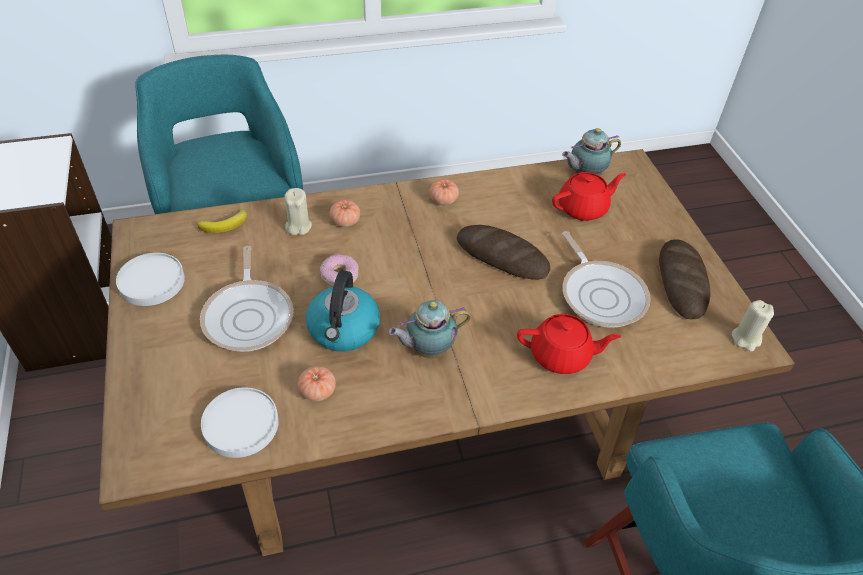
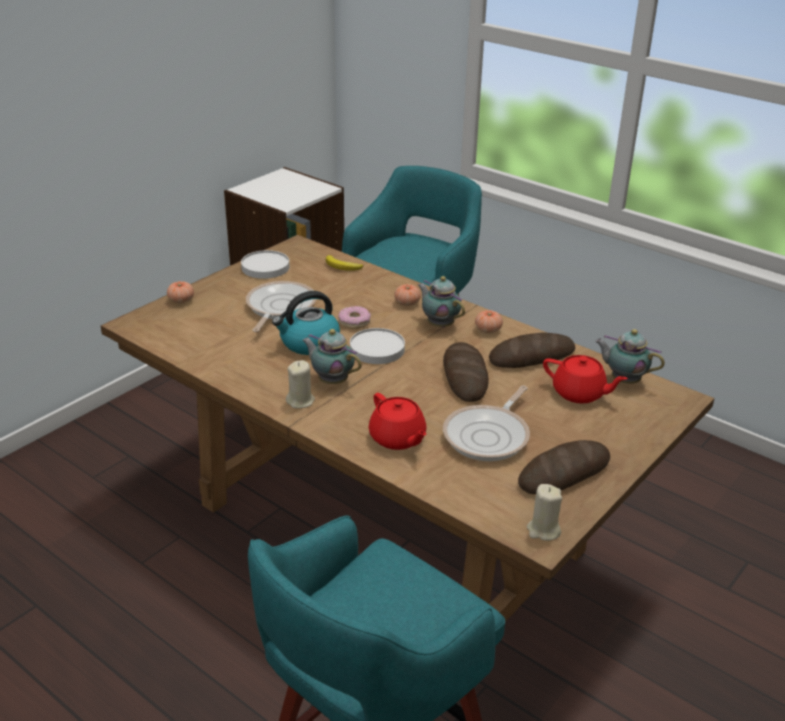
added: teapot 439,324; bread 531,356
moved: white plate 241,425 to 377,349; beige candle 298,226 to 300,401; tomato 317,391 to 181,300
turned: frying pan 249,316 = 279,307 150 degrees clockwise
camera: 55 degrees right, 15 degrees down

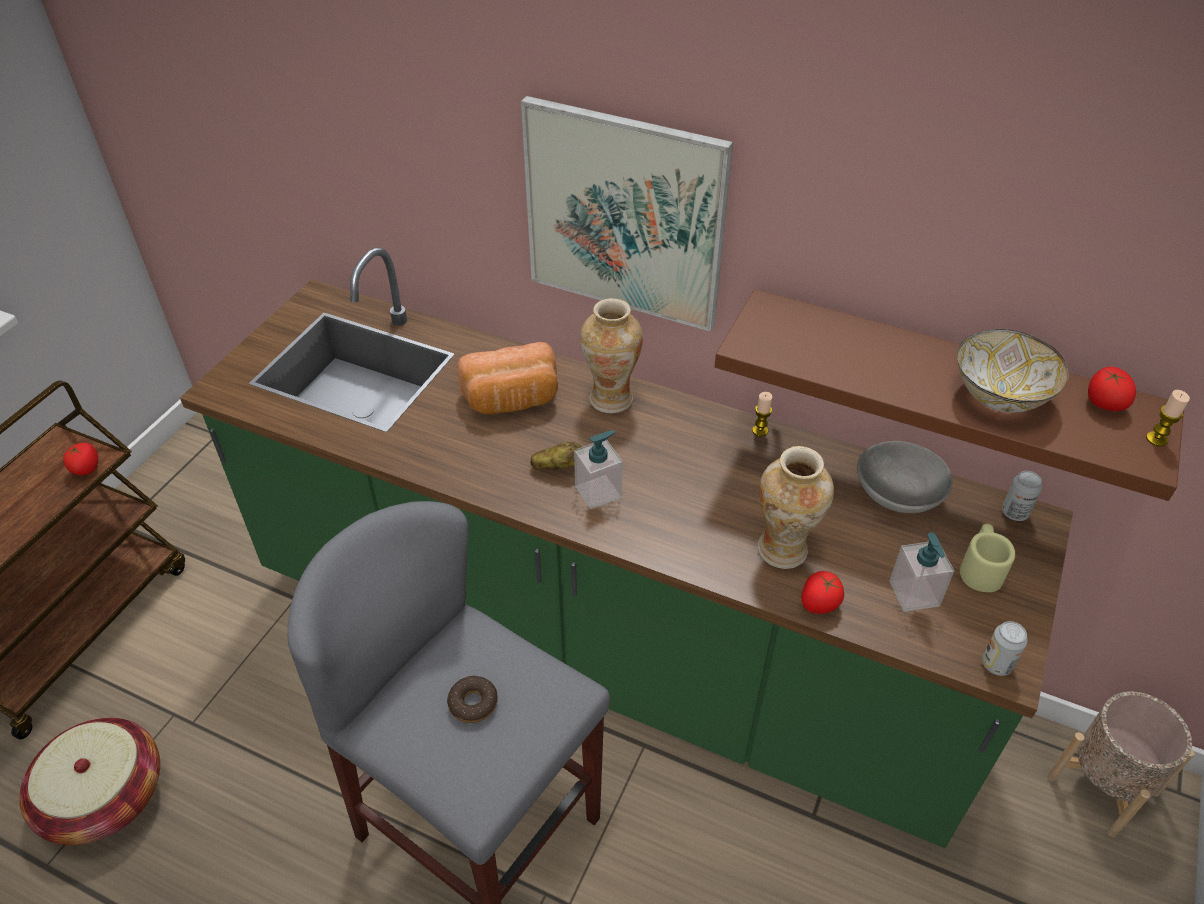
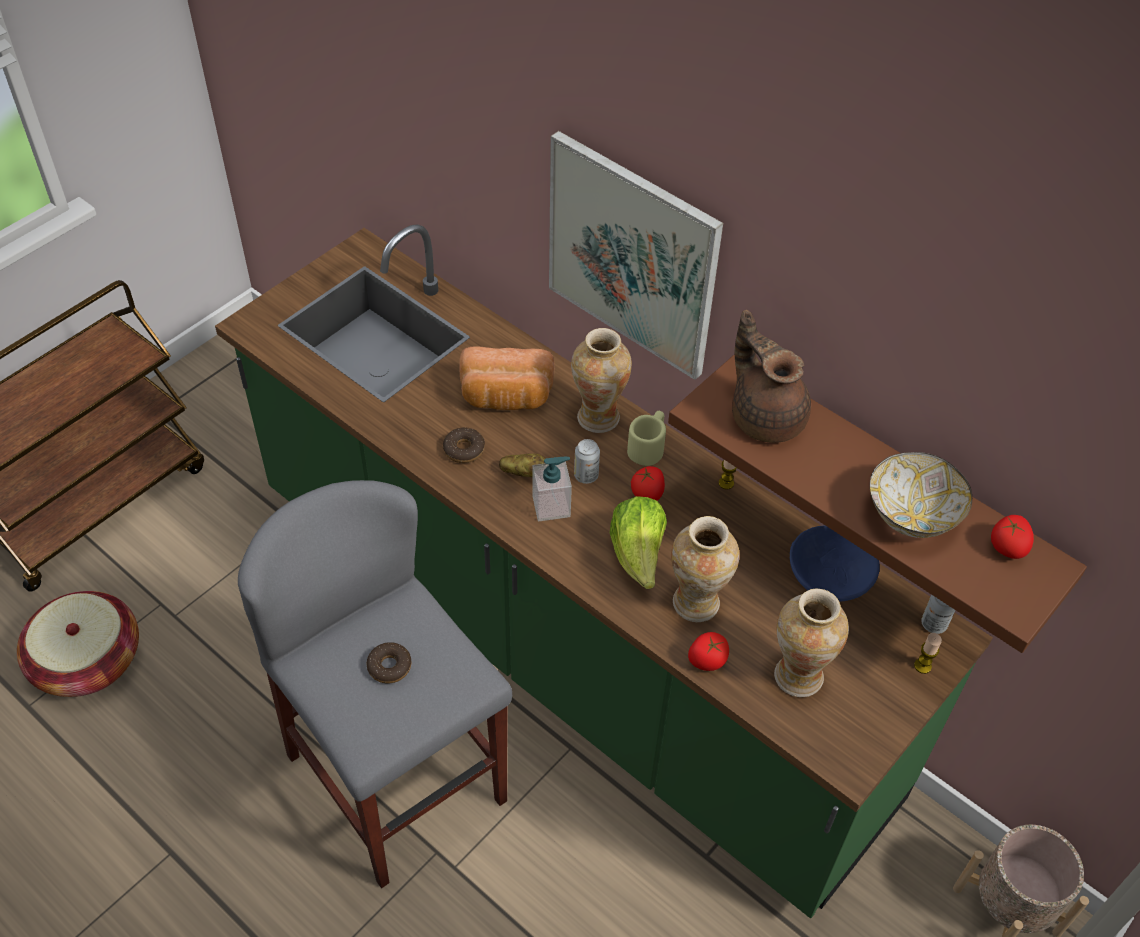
added: donut 464,449; lettuce 638,555; brown teapot 766,416
moved: tomato 86,468 to 647,494; beige mug 980,568 to 648,447; can 996,664 to 586,476; candle 1156,439 to 922,666
replaced: soap dispenser 914,594 to vase 798,675
recoloured: grey bowl 898,494 to blue bowl 829,578
camera: 15 degrees right, 5 degrees up

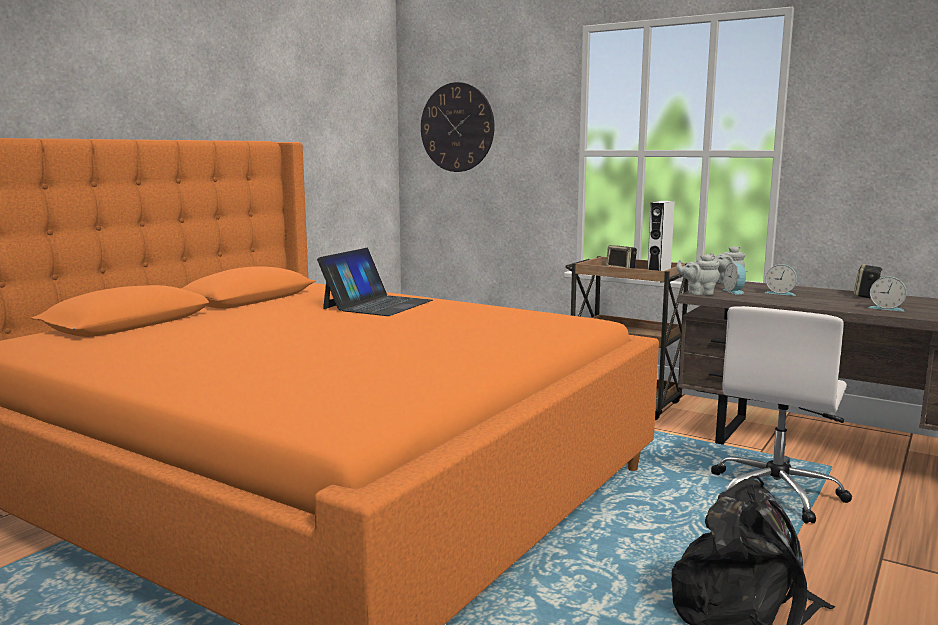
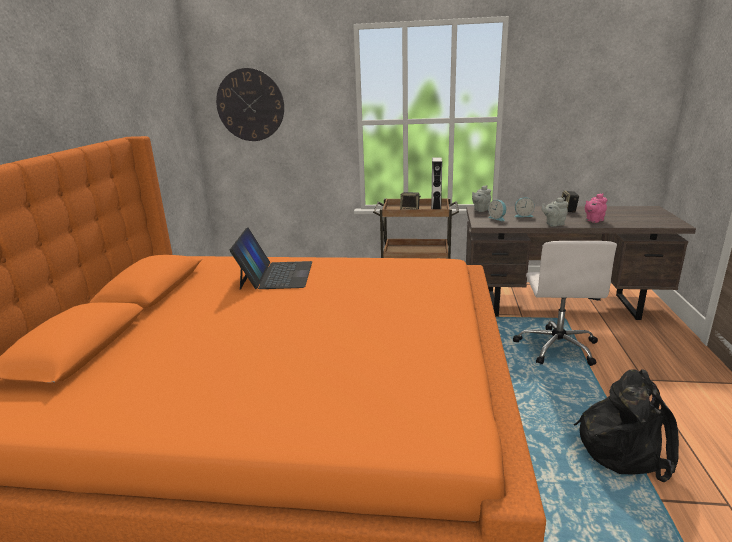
moved: grey teapot 698,293 to 553,224
replaced: alarm clock 886,308 to pink teapot 593,220
camera: 25 degrees left, 10 degrees up

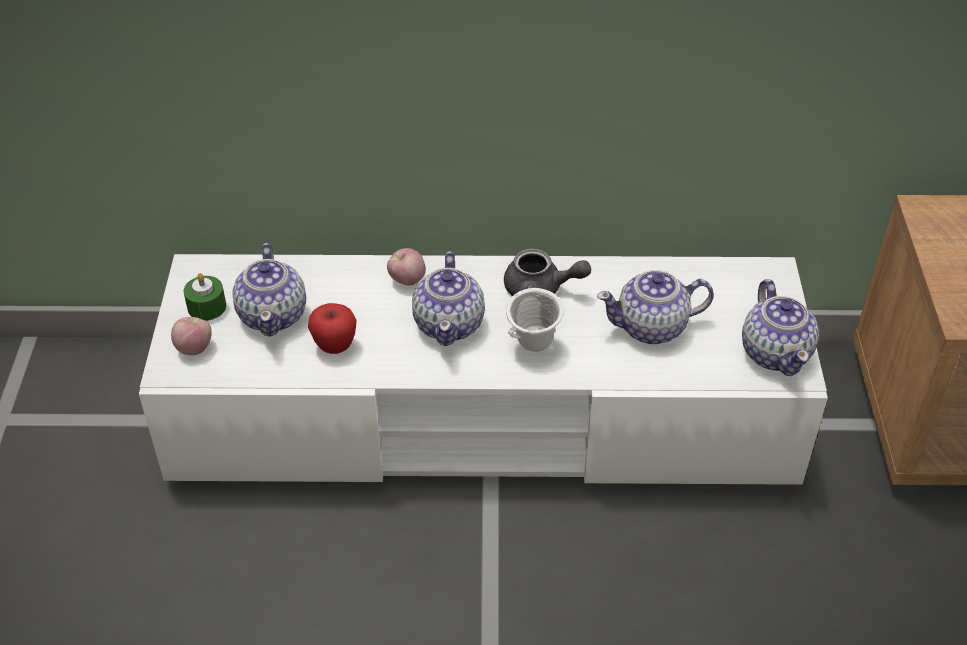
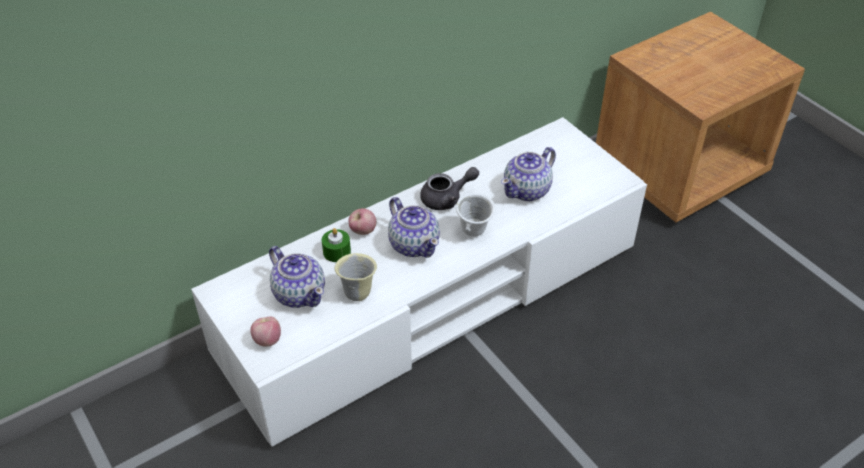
removed: teapot 776,353
moved: green candle 207,307 to 336,252
replaced: apple 334,346 to beige mug 358,292
camera: 35 degrees left, 0 degrees up

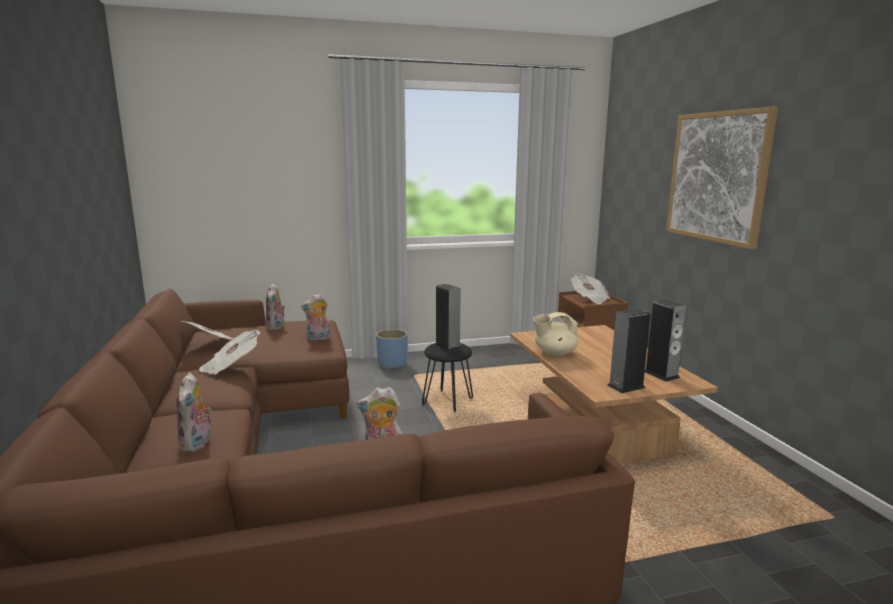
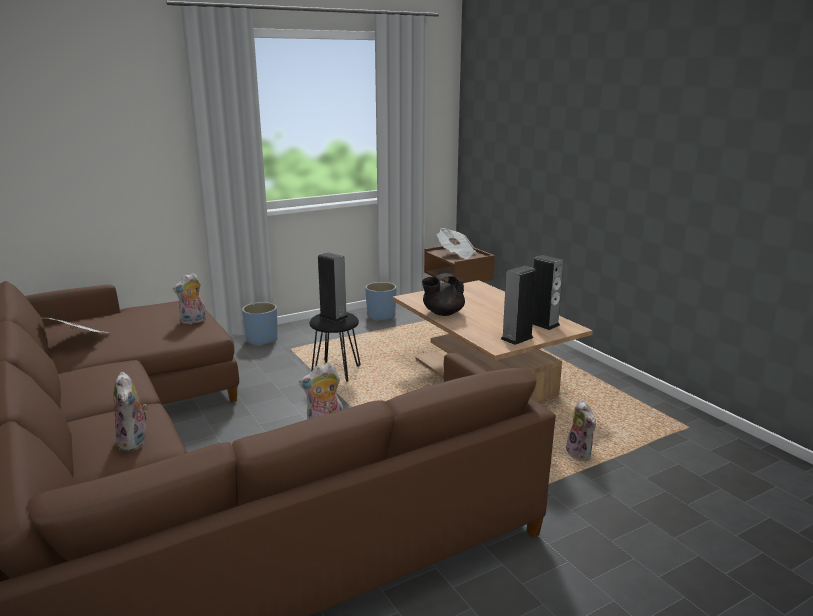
removed: newspaper 231,367; picture 717,177
added: blue planter 381,316
moved: plush toy 276,327 to 580,454
recoloured: beige teapot 554,353 to black teapot 442,313
camera: 15 degrees left, 5 degrees up

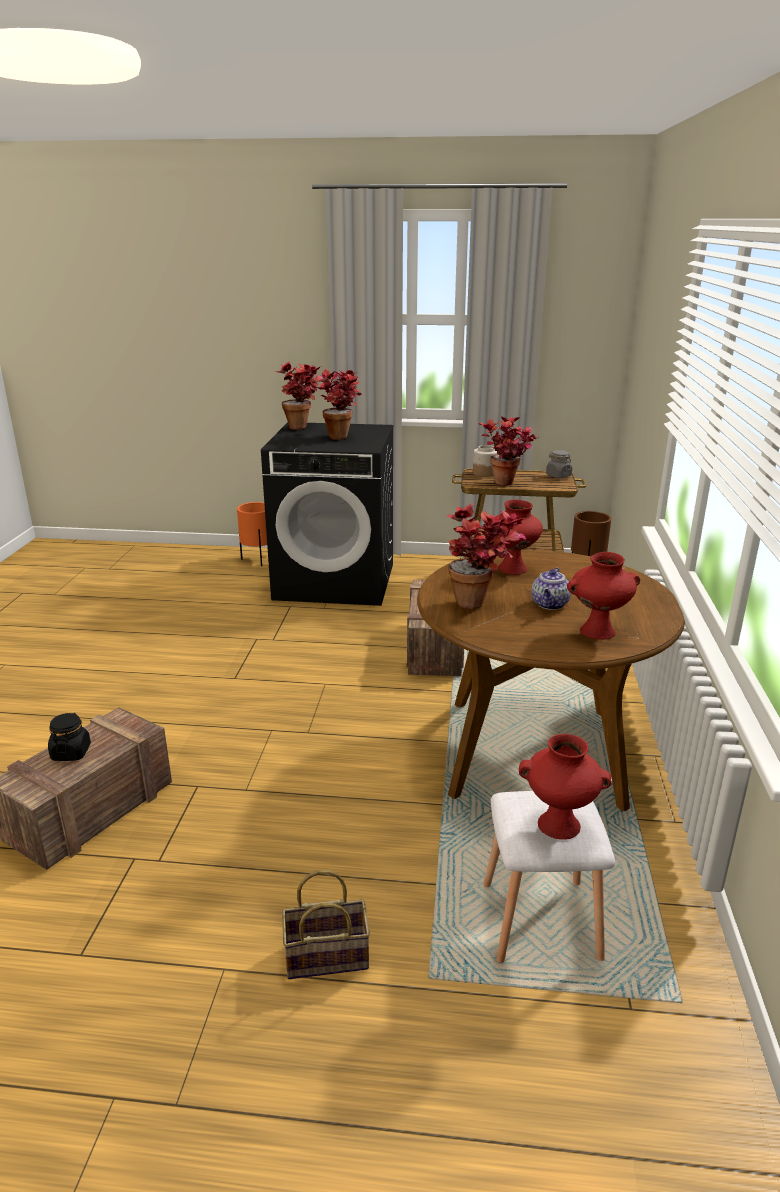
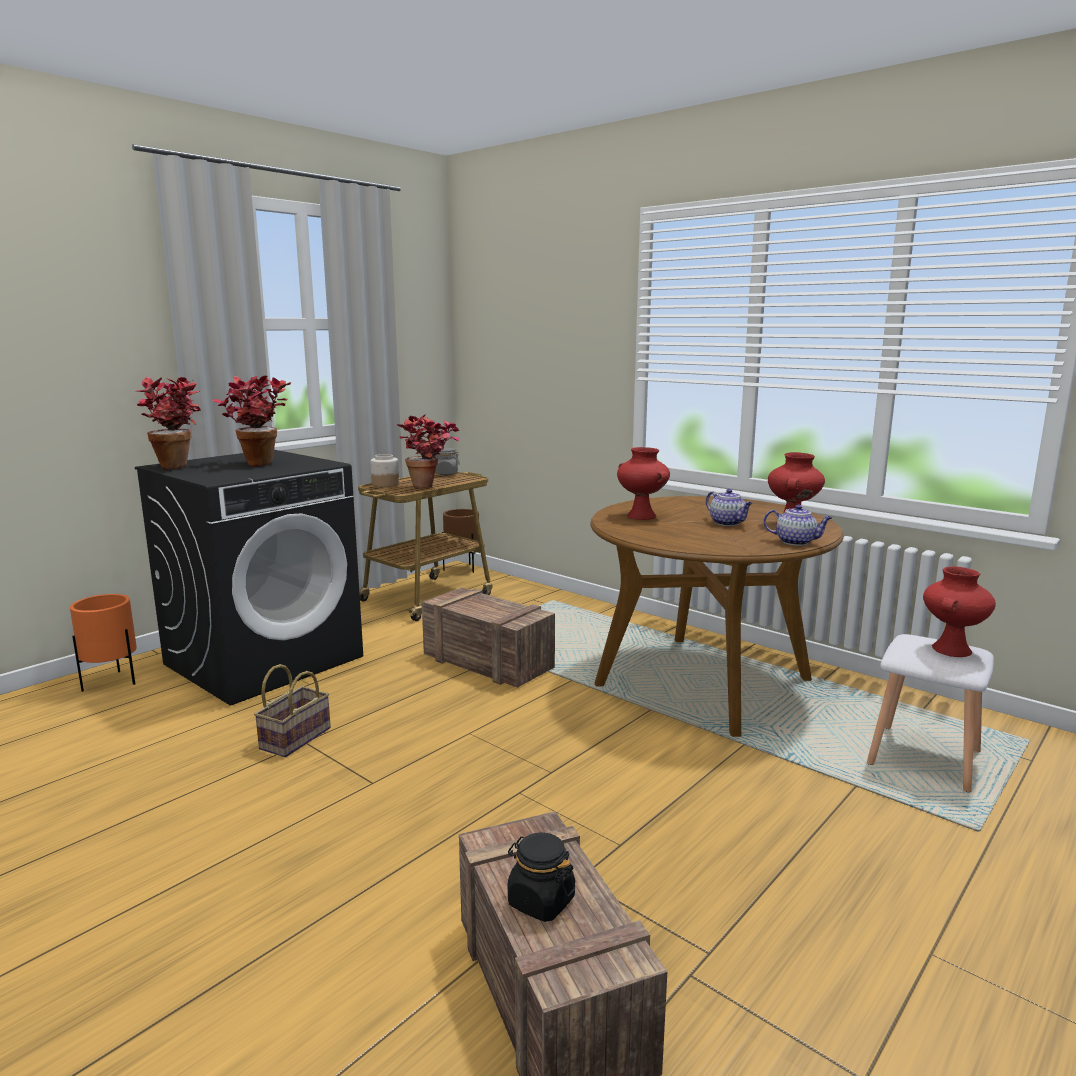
removed: potted plant 480,604
added: teapot 796,542
moved: basket 328,955 to 295,737
camera: 55 degrees left, 10 degrees down

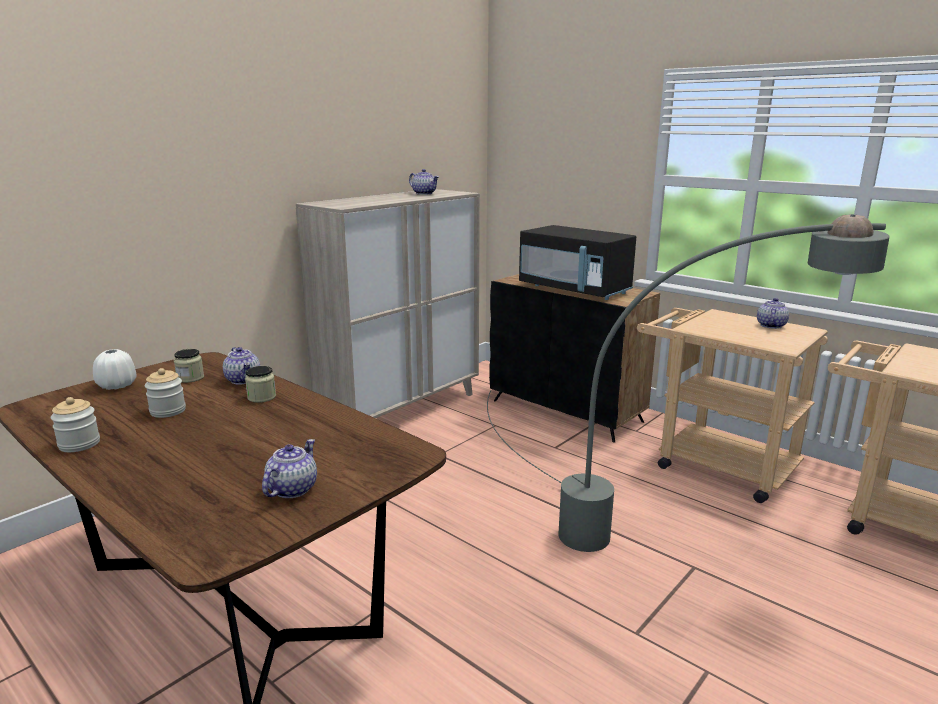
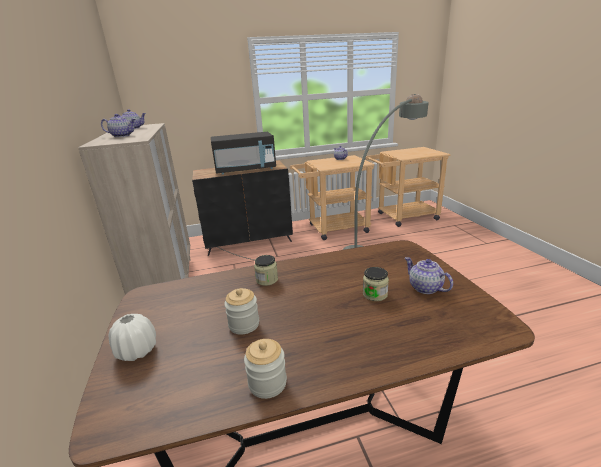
moved: jar 190,378 to 375,294; teapot 243,380 to 122,136
camera: 55 degrees left, 5 degrees up

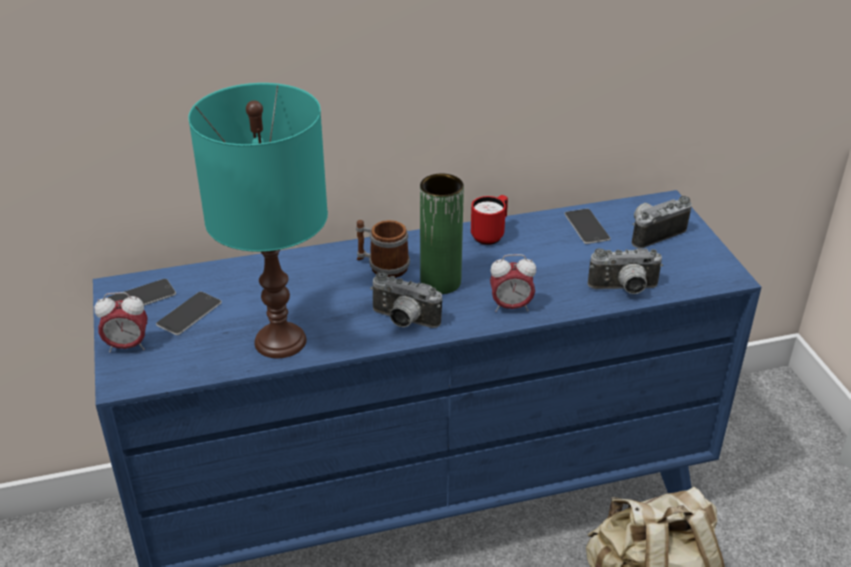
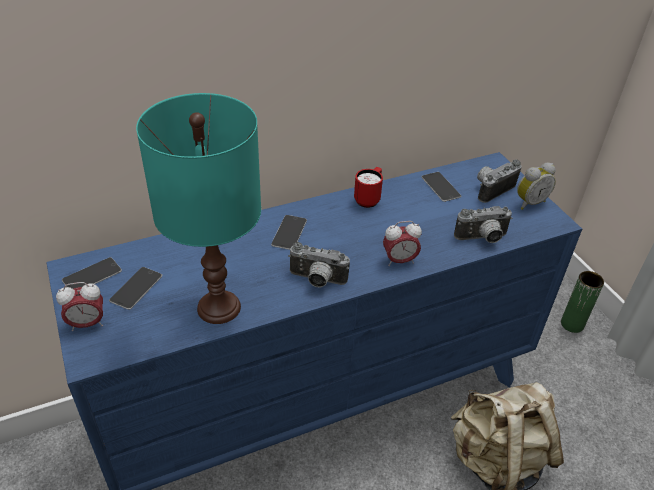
added: alarm clock 529,202
moved: green vase 440,282 to 572,324
replaced: mug 382,266 to phone 289,232
camera: 10 degrees left, 5 degrees up

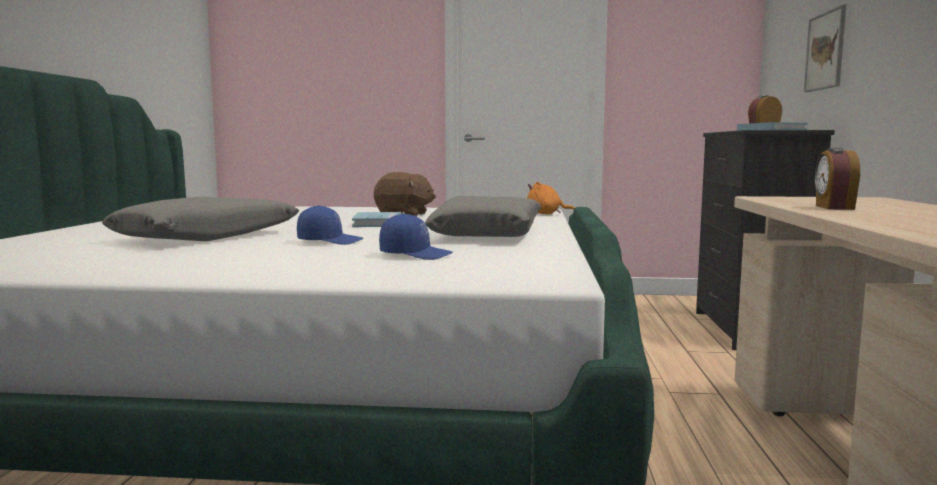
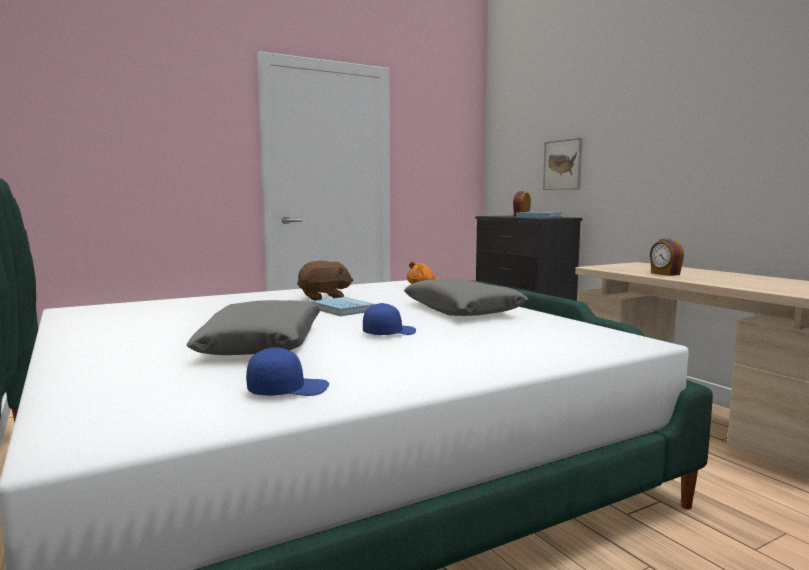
moved: blue cap 416,255 to 287,390
camera: 35 degrees left, 0 degrees up

